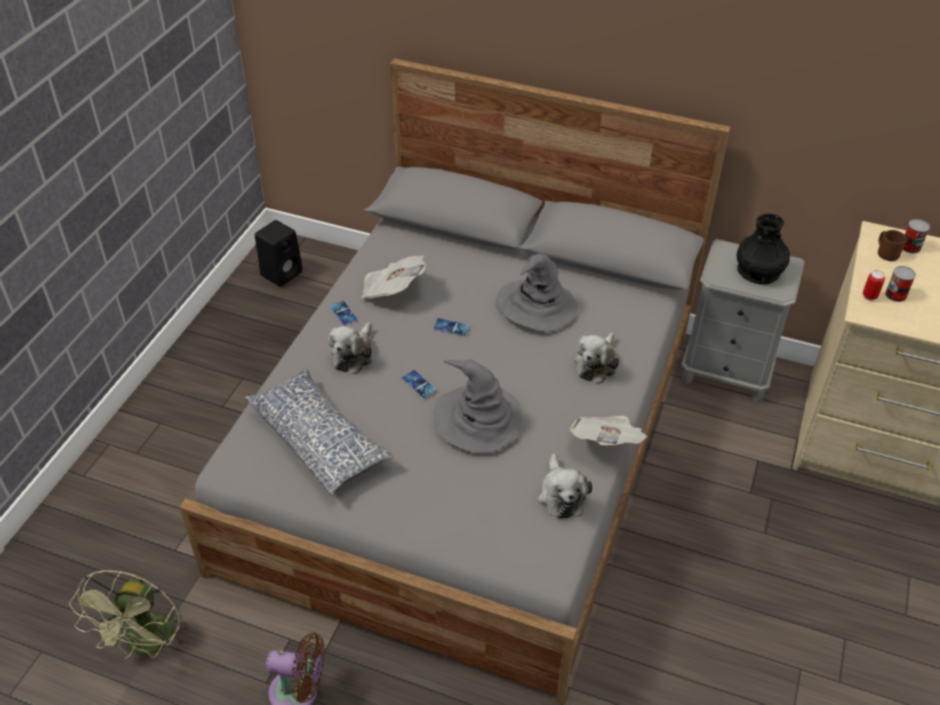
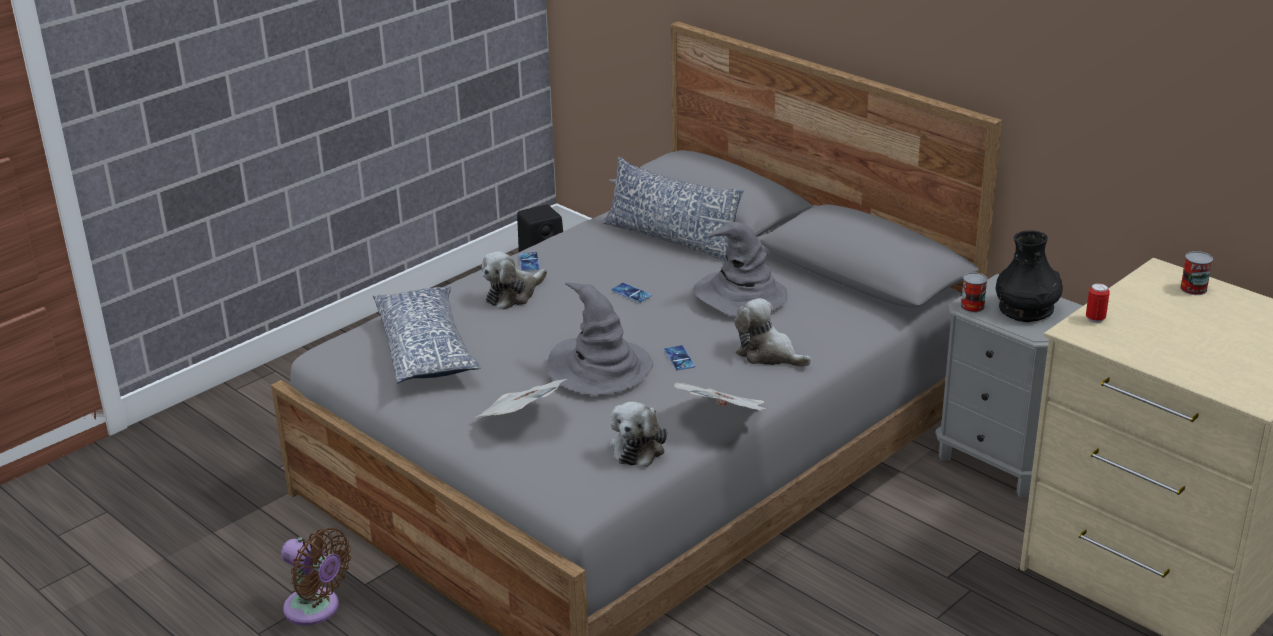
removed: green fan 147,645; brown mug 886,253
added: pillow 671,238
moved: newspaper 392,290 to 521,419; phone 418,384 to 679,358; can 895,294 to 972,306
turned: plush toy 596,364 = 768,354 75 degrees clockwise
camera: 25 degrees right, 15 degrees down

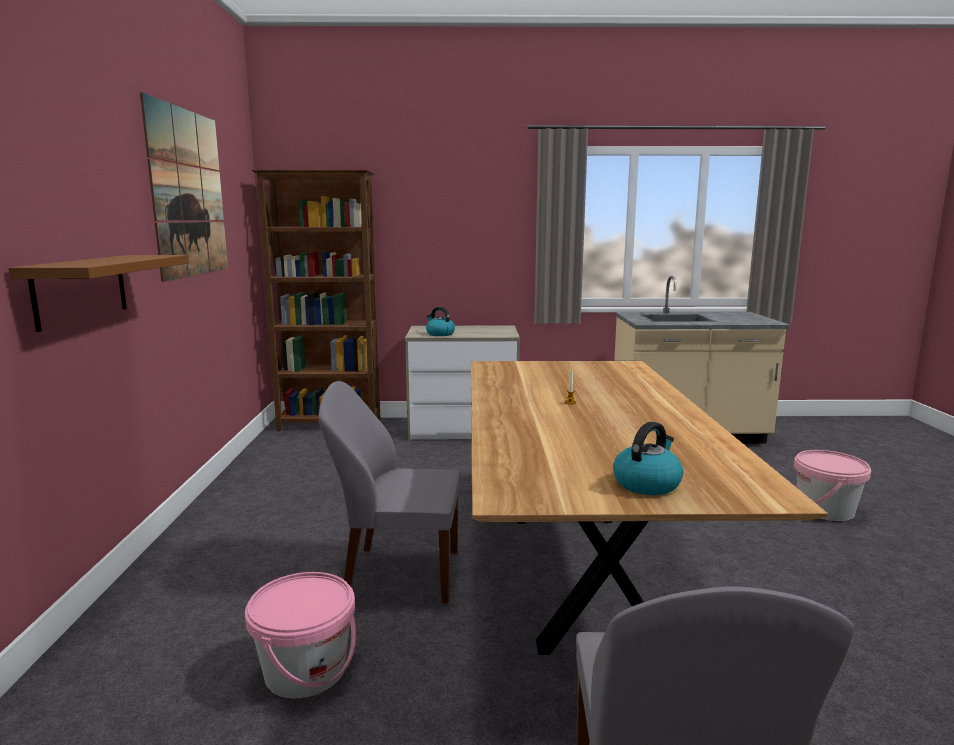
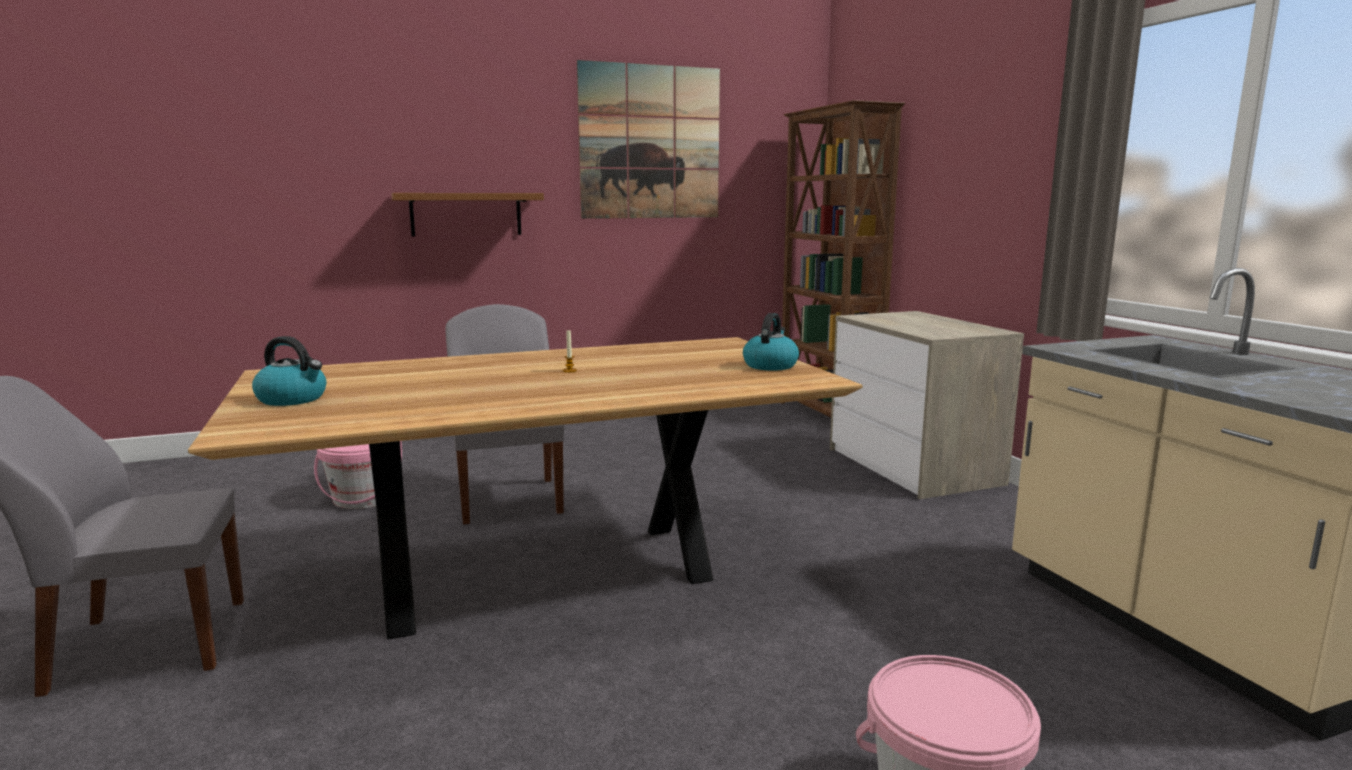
moved: kettle 439,334 to 770,365
camera: 70 degrees right, 0 degrees up

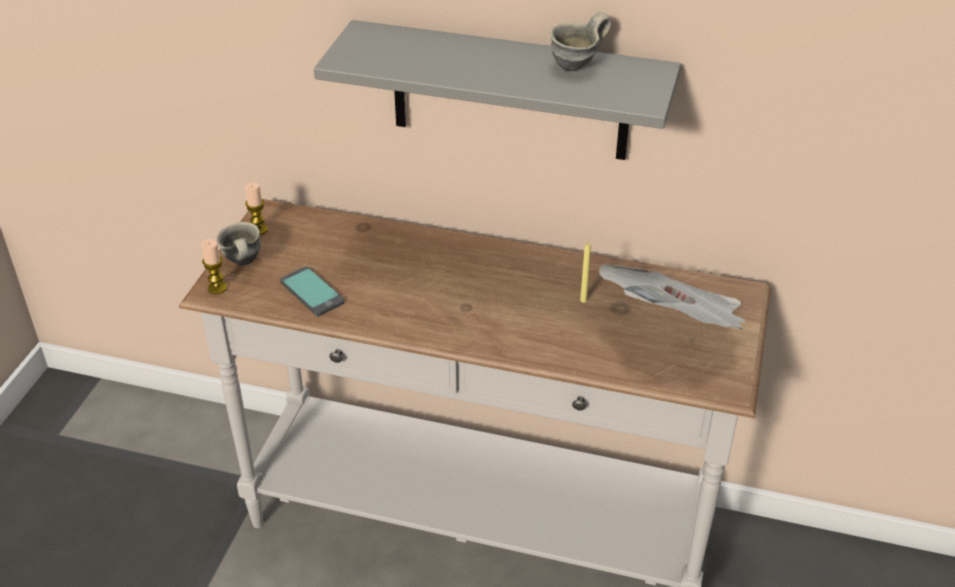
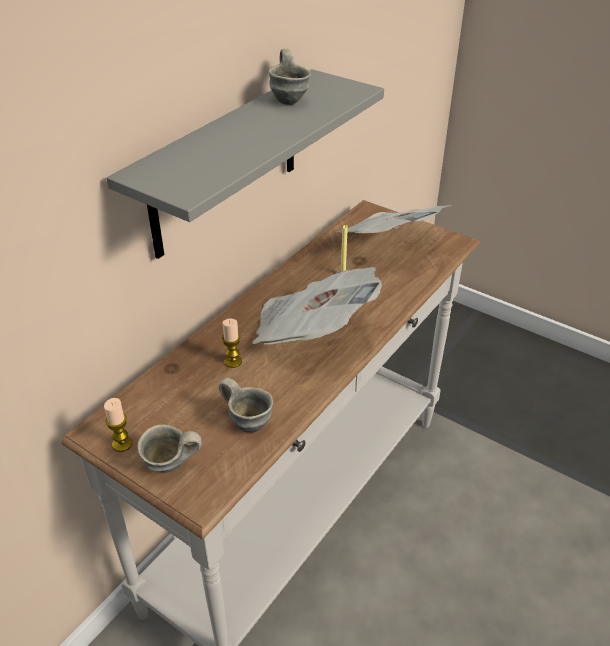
added: newspaper 312,332
moved: candle 217,288 to 233,361
replaced: phone 312,292 to grey mug 249,421
camera: 70 degrees left, 0 degrees up

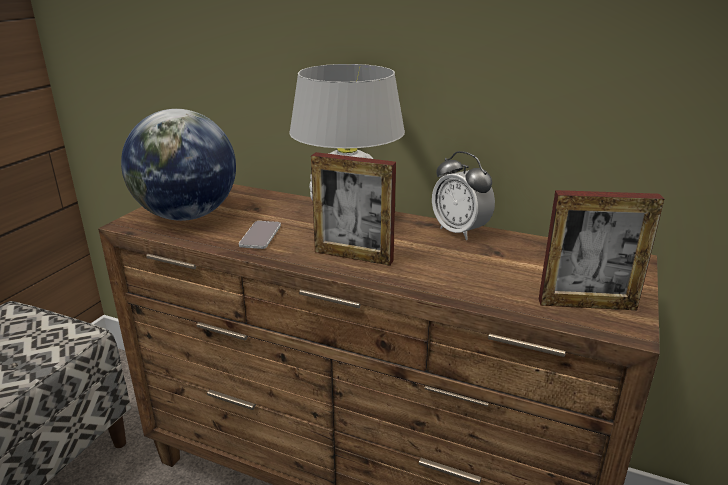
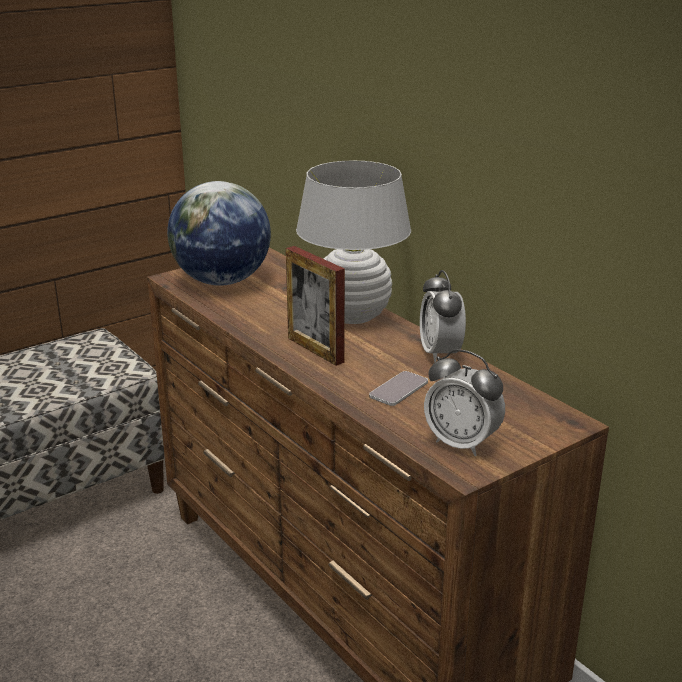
moved: phone 260,236 to 398,389
replaced: picture frame 587,304 to alarm clock 462,443
camera: 30 degrees right, 0 degrees up

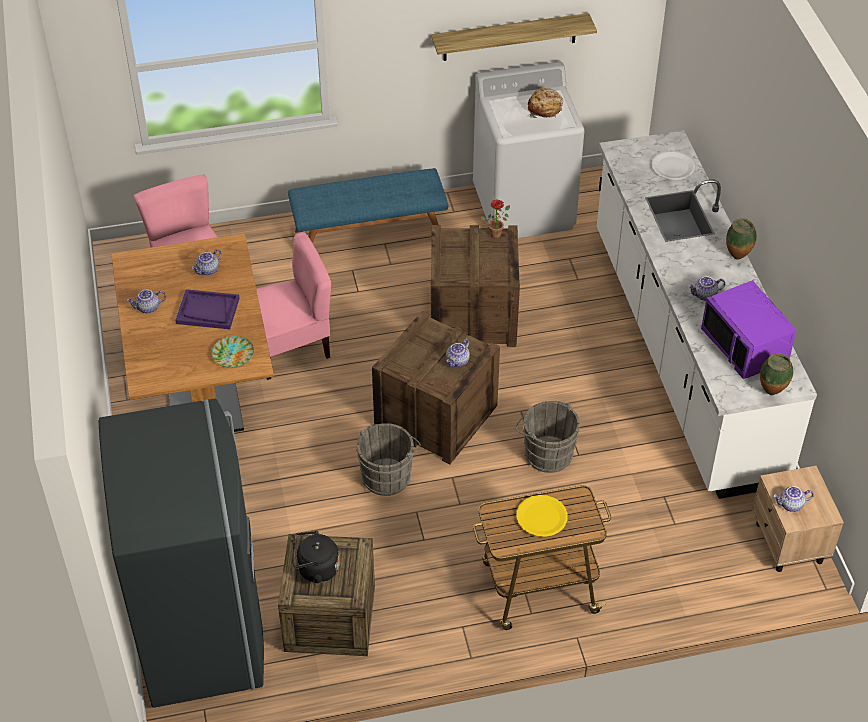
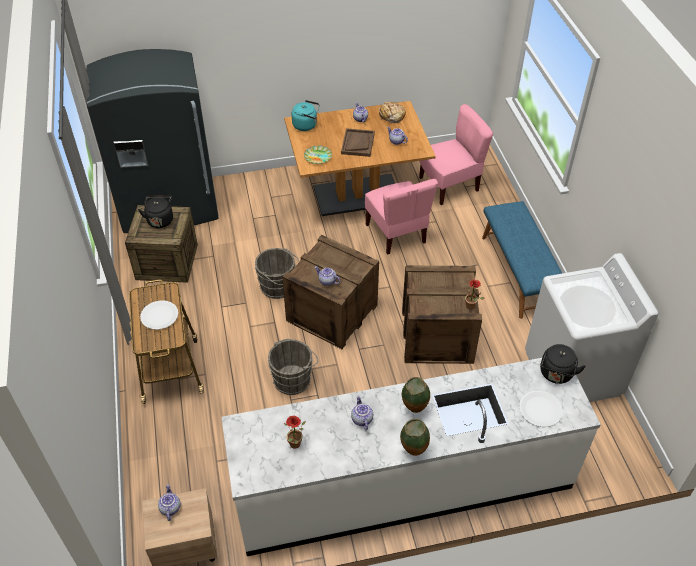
removed: shelf 510,37
added: turquoise kettle 306,125; black kettle 556,374
moved: bread 545,108 to 391,116; vase 772,393 to 414,410
replaced: purple microwave 745,346 to potted plant 296,445
recoloured: purple tray 207,311 to brown tray 357,143; yellow plate 541,517 to white plate 159,316
camera: 90 degrees right, 0 degrees up

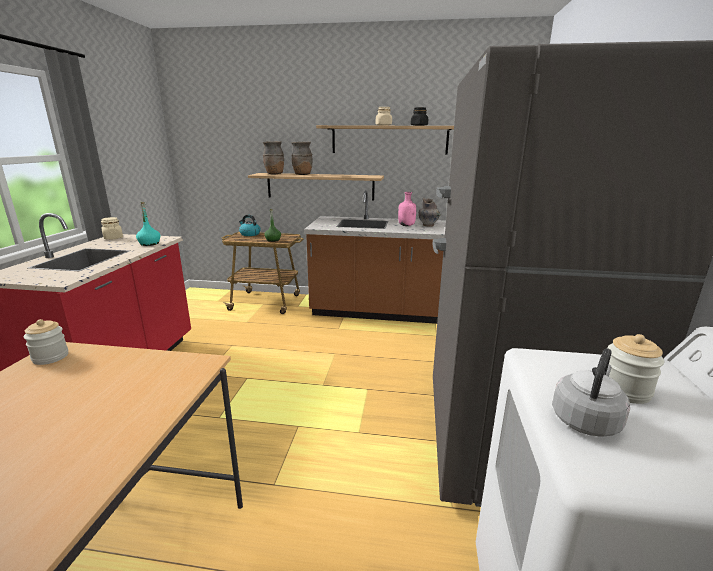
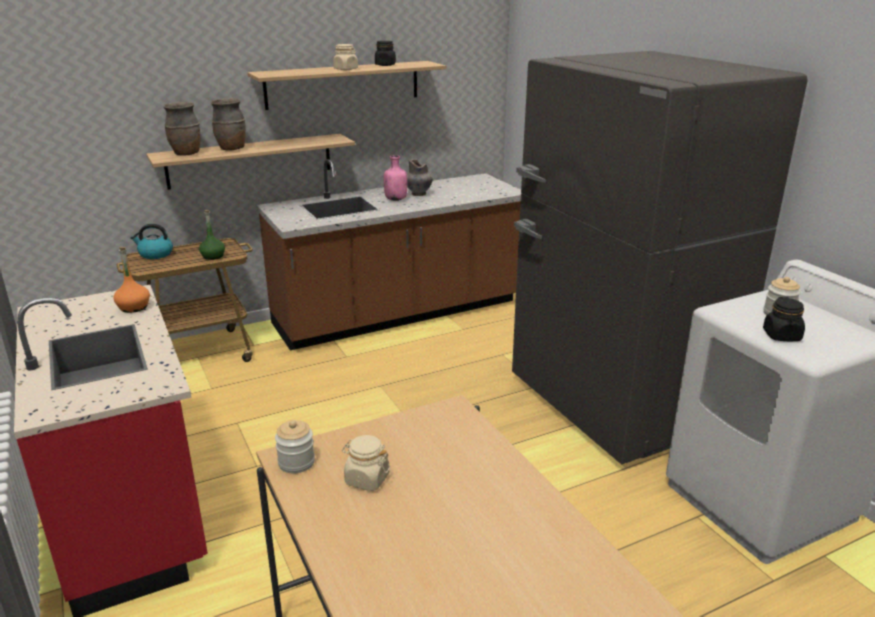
moved: beige jar 113,238 to 366,479
replaced: grey kettle 586,419 to black jar 782,336
recoloured: turquoise bottle 149,244 to orange bottle 134,307
camera: 35 degrees left, 5 degrees up

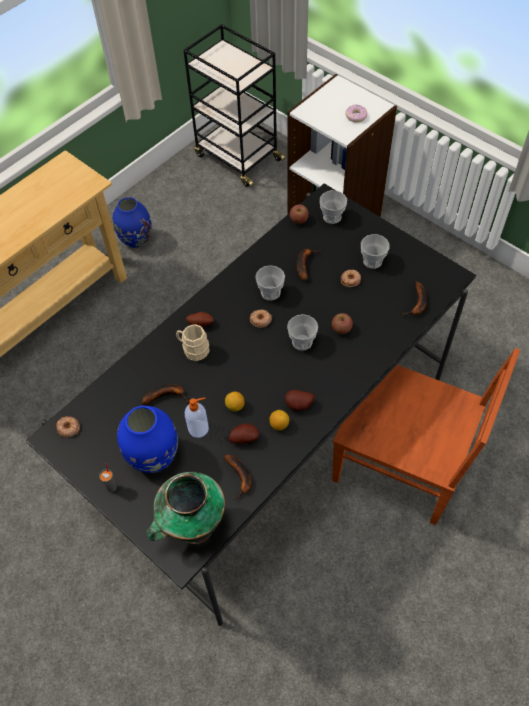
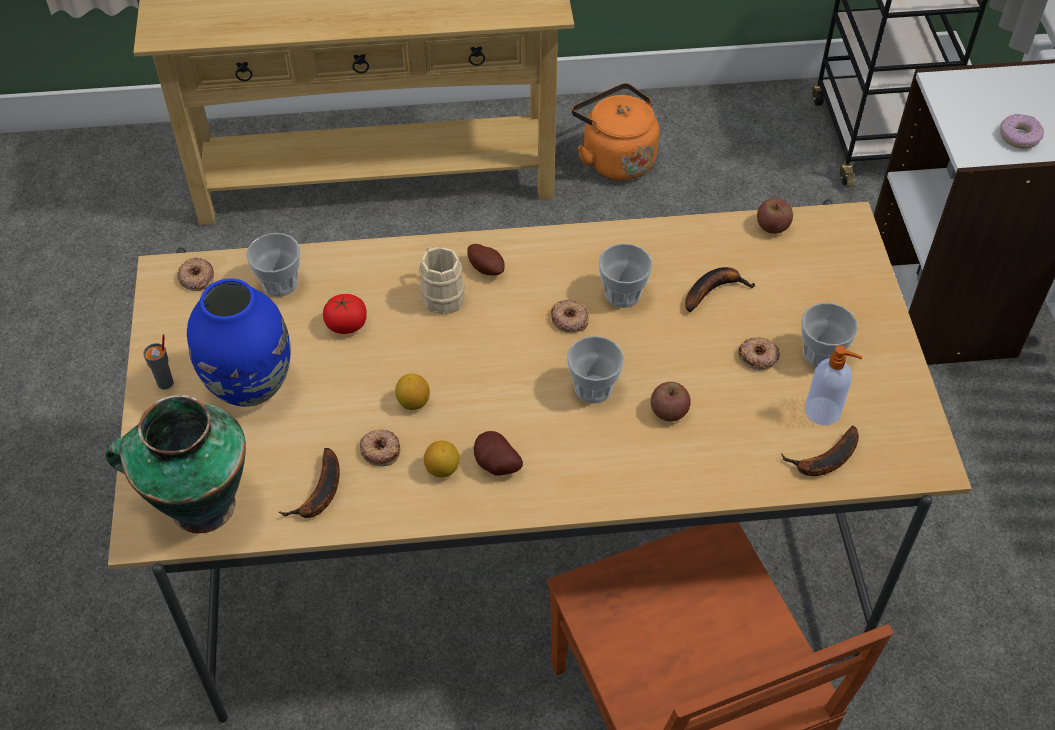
moved: soap dispenser 199,428 to 824,412; cup 332,217 to 280,283
replaced: blue vase 136,240 to orange kettle 615,158; banana 167,395 to tomato 346,325; potato 244,437 to donut 380,450
recoloured: black dining table 268,436 to beige dining table 527,536
camera: 40 degrees right, 5 degrees down

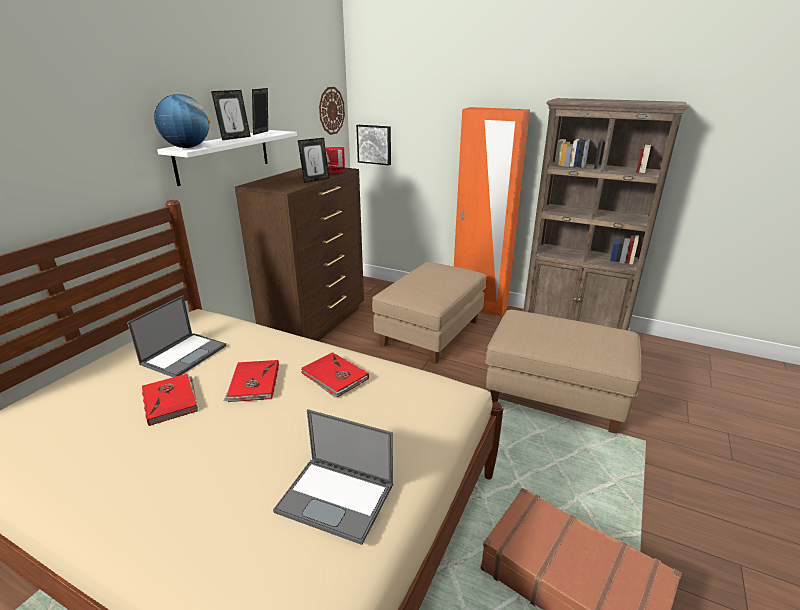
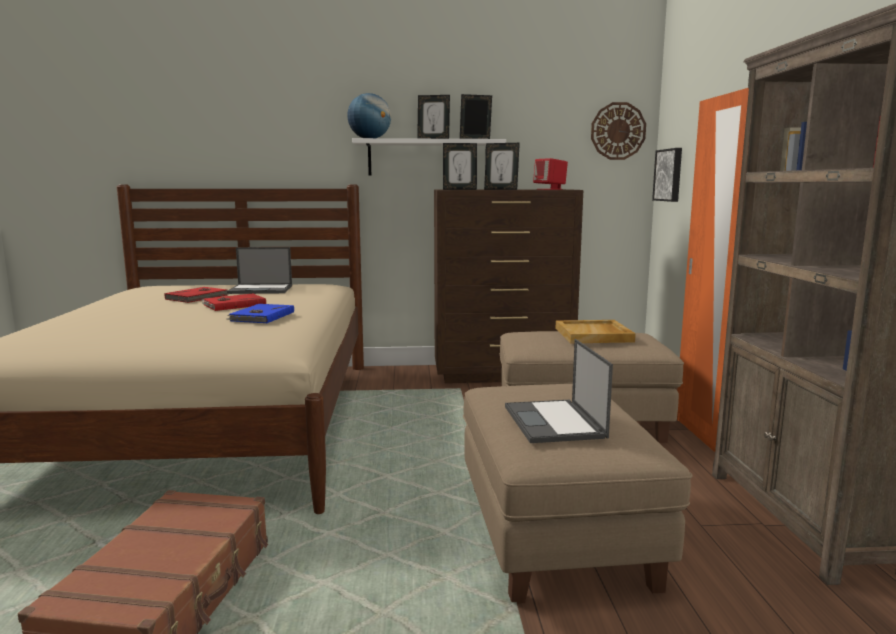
added: picture frame 459,189; beige tray 594,335
moved: laptop 337,498 to 554,422
recoloured: red book 334,377 to blue book 261,316
camera: 60 degrees right, 15 degrees down

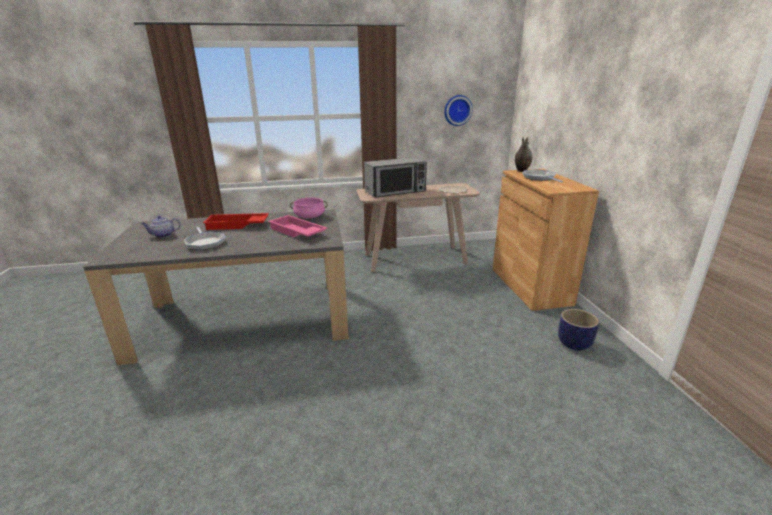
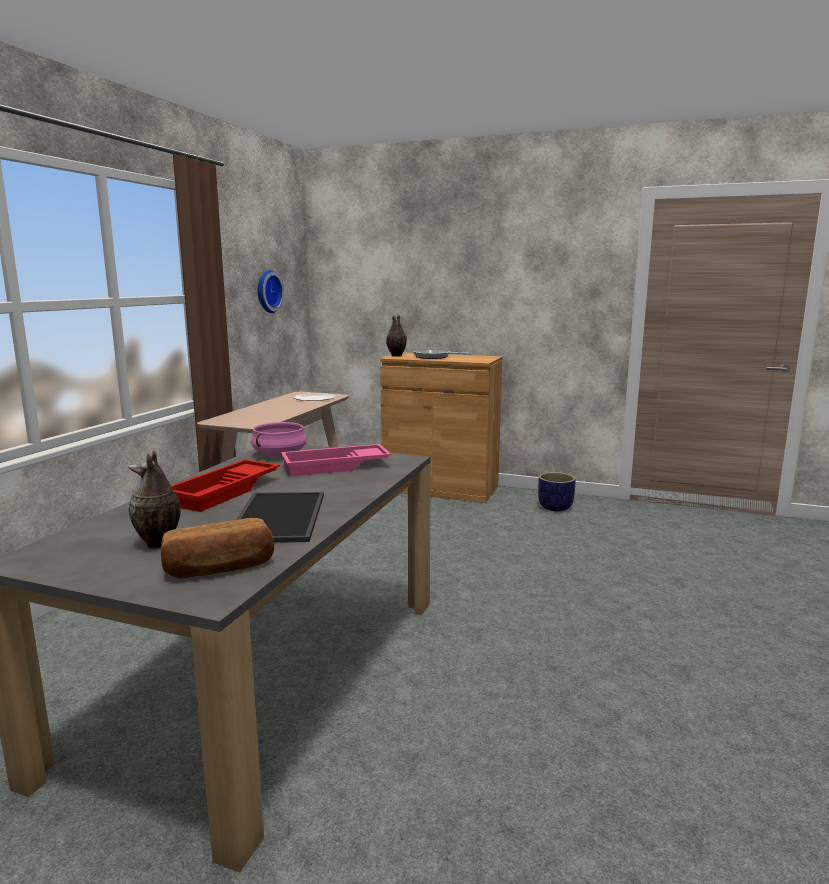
removed: microwave 395,192
added: bread 220,568
replaced: teapot 163,235 to vase 158,544; frying pan 205,243 to tray 277,516
camera: 60 degrees left, 10 degrees down

